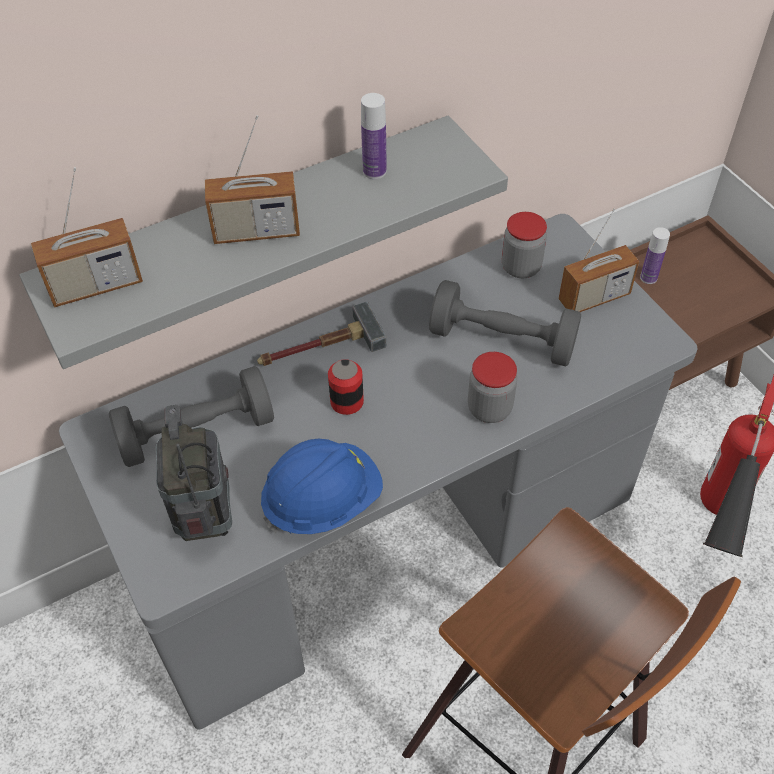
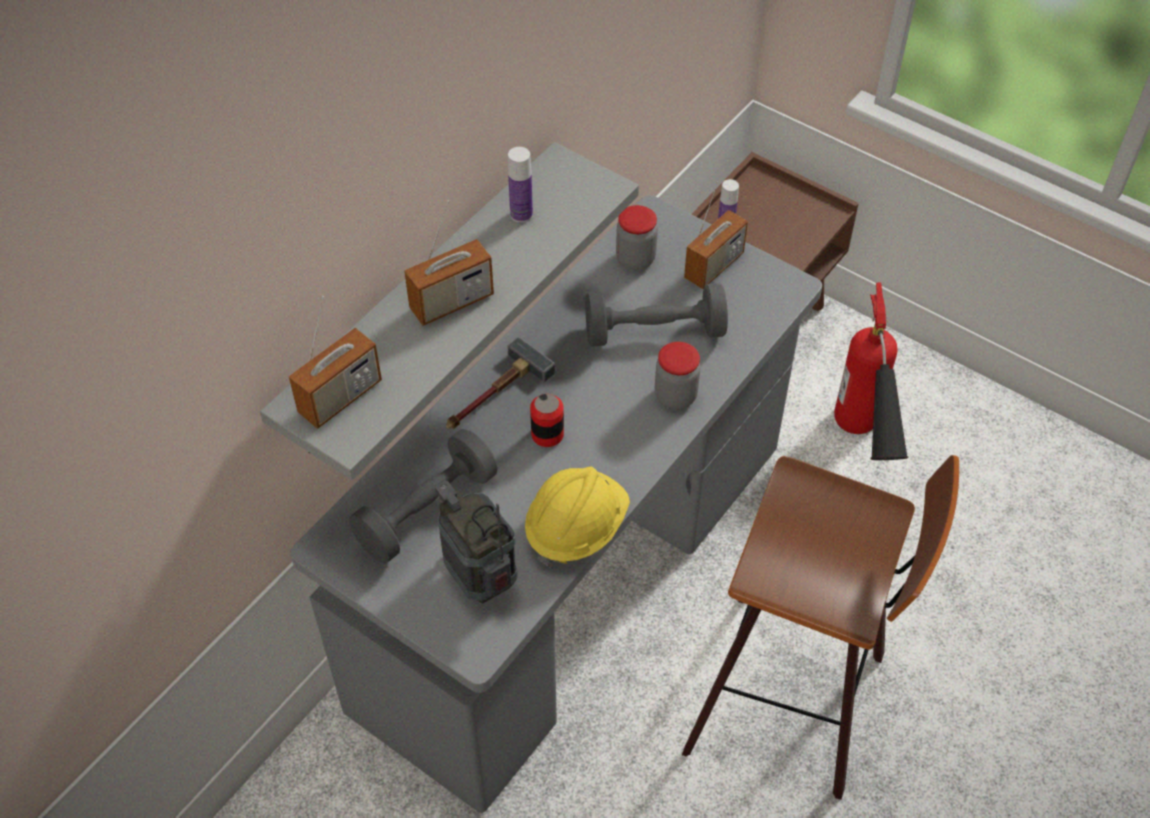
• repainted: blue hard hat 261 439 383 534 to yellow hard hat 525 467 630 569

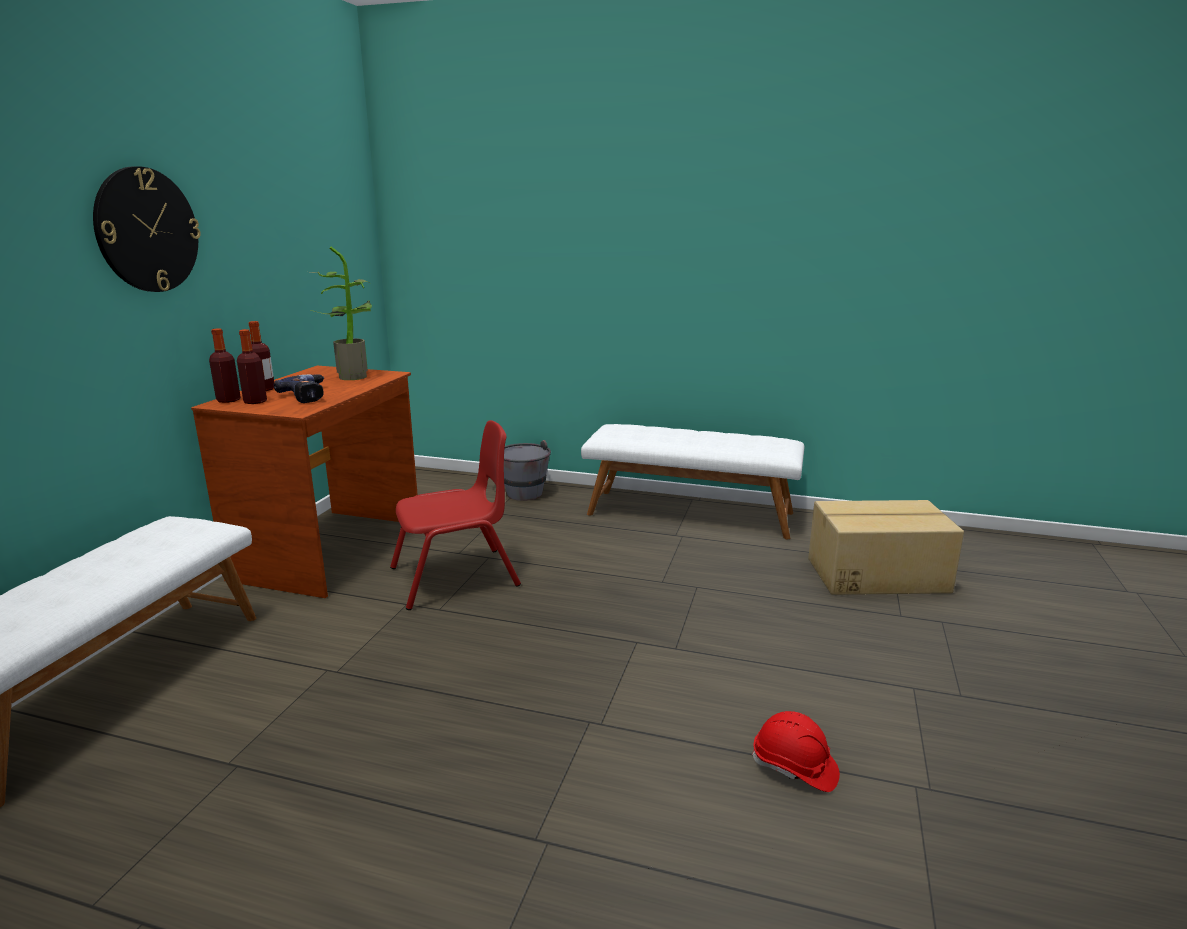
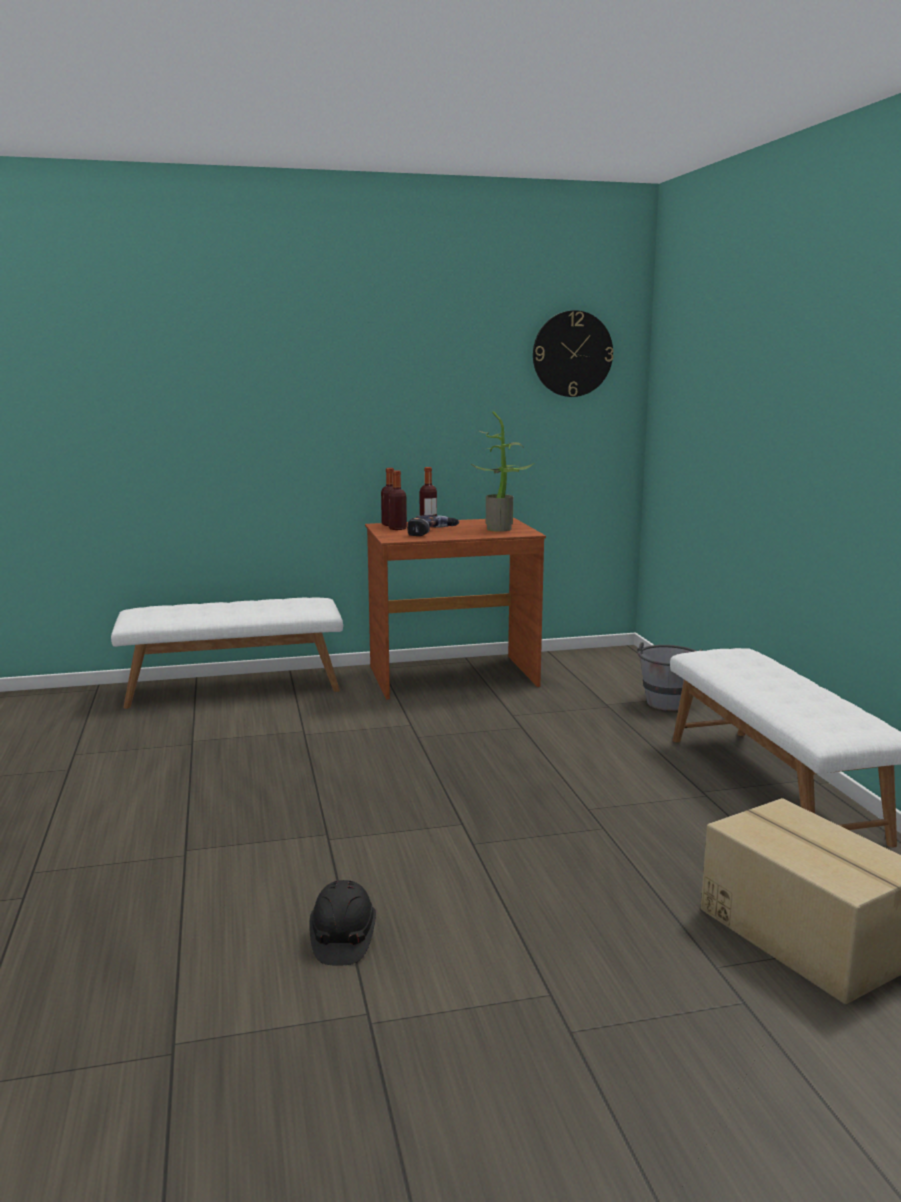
• shifted: wall clock 93 166 201 292 to 533 310 613 397
• gone: red chair 390 420 521 610
• repainted: red hard hat 751 711 840 792 to black hard hat 309 880 376 966

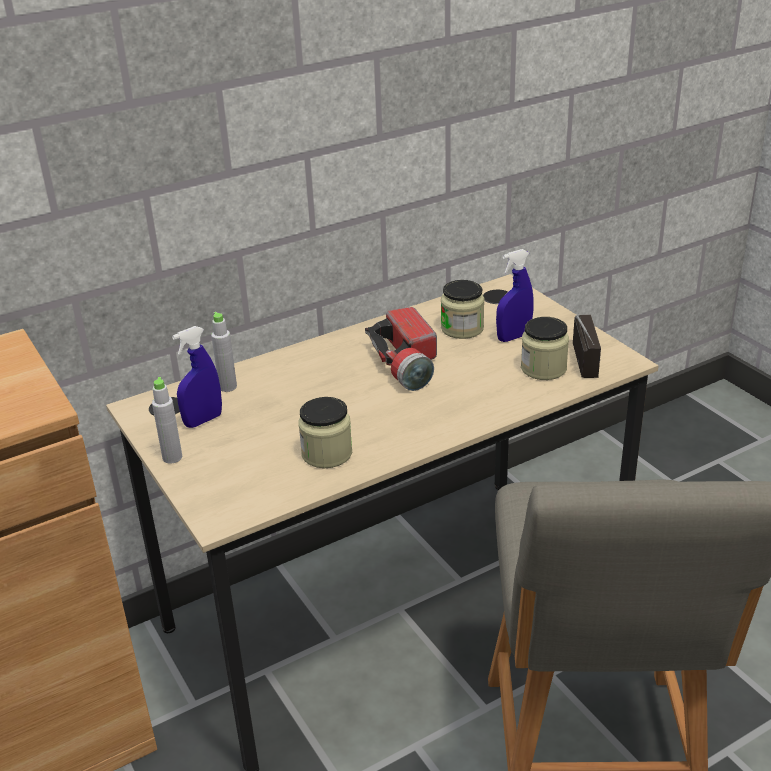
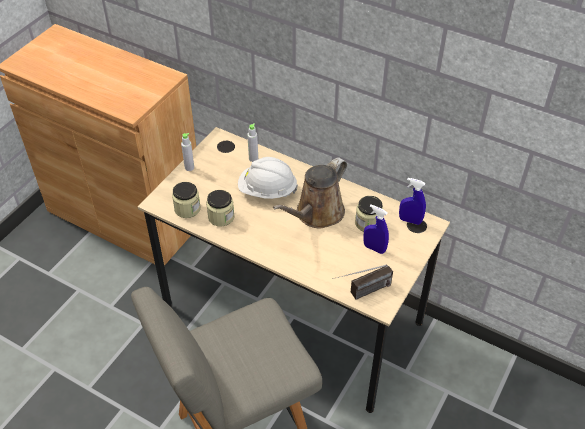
• shifted: blue spray bottle 172 326 222 428 to 399 178 426 225
• swapped: flashlight 365 307 437 391 to brown watering can 273 157 347 229
• shifted: jar 521 317 569 380 to 172 182 201 218
• new: white hard hat 238 157 298 199

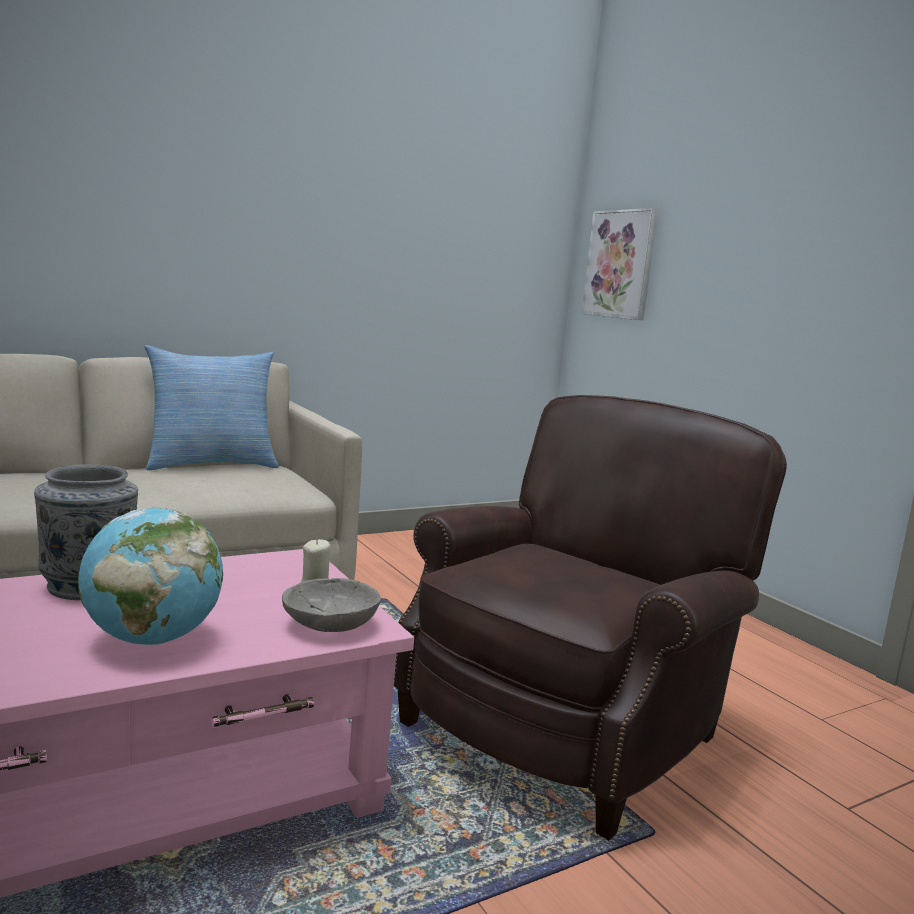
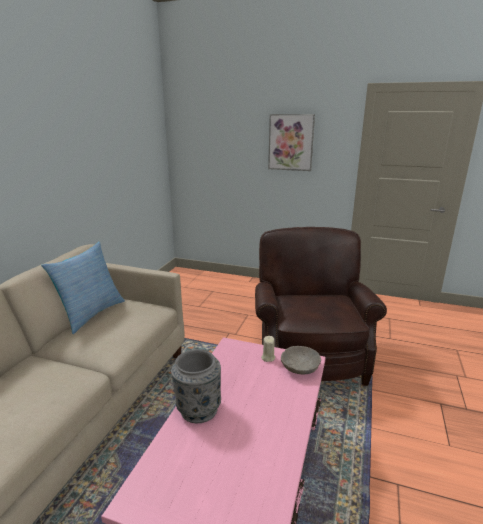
• gone: globe 78 508 223 645
• shifted: picture 582 208 658 321 to 268 114 315 171

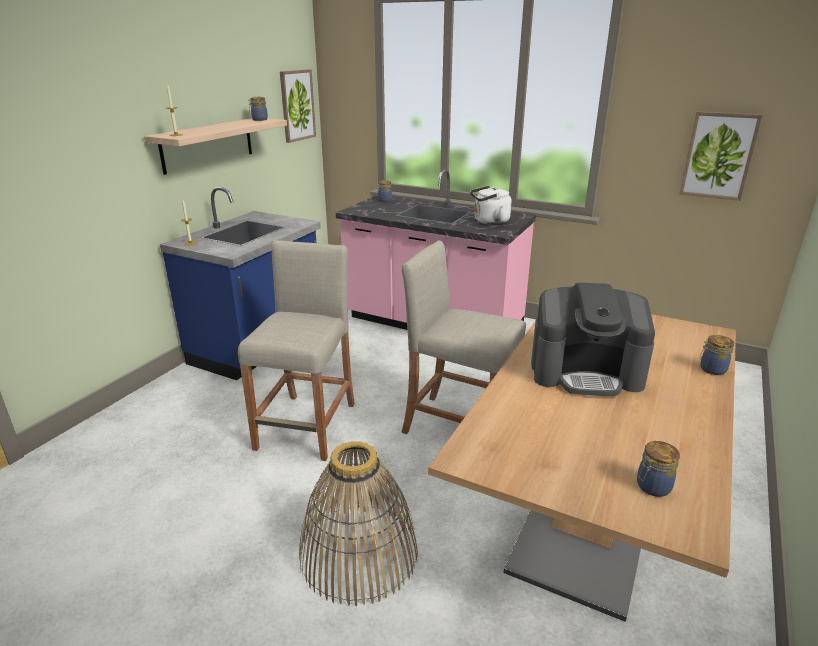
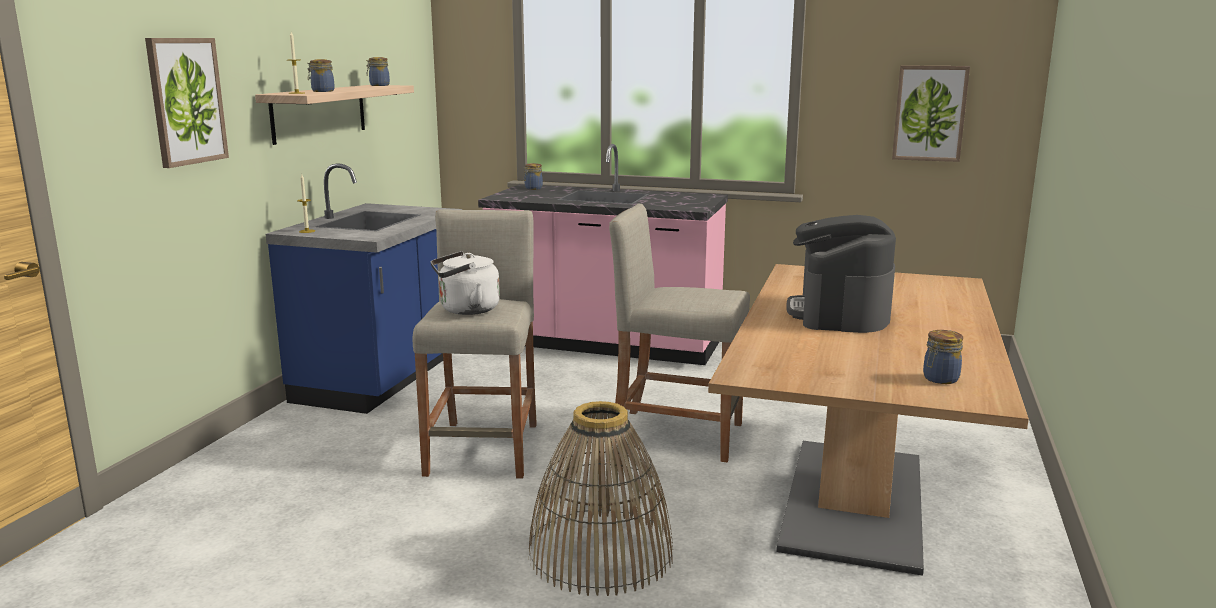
• shifted: picture 280 69 316 143 to 145 38 229 168
• shifted: white kettle 470 186 512 225 to 431 251 500 315
• rotated: coffee machine 531 283 655 396 = 786 215 896 333 105 degrees clockwise
• shifted: jar 699 335 734 375 to 307 59 335 92

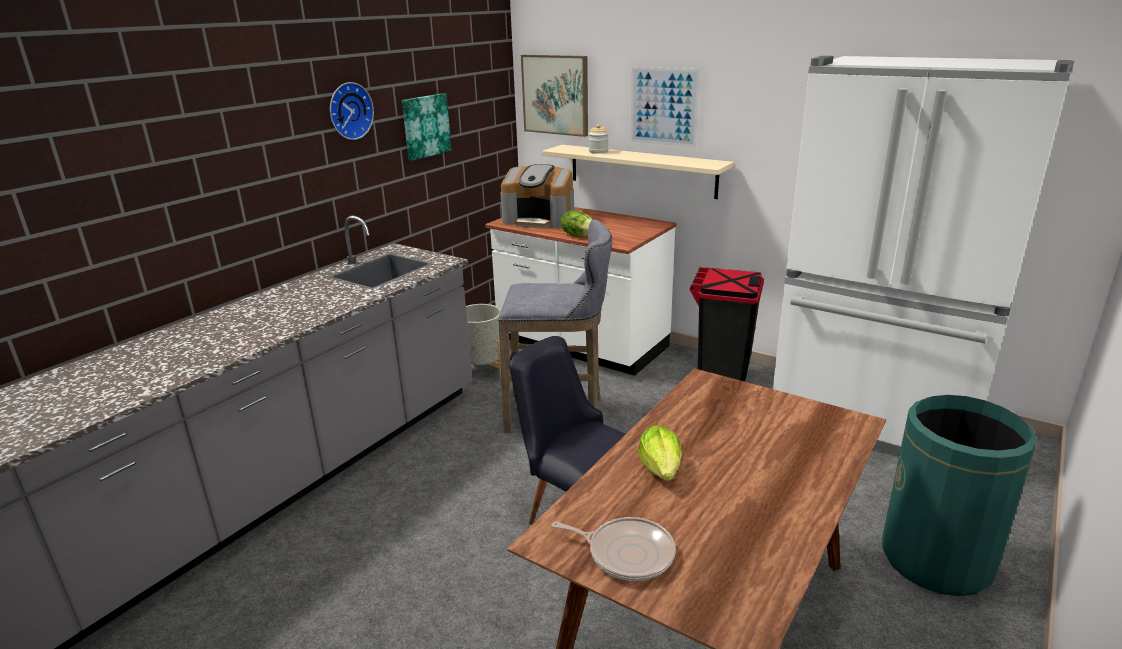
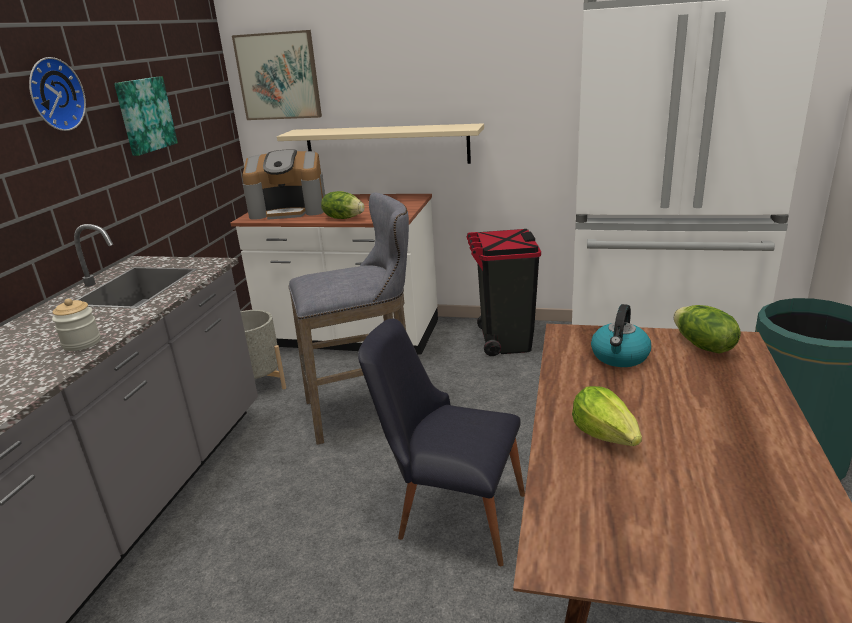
• gone: frying pan 552 517 676 581
• shifted: jar 589 124 609 154 to 52 299 101 351
• gone: picture 631 67 700 147
• new: kettle 591 304 651 367
• new: lettuce 673 305 741 354

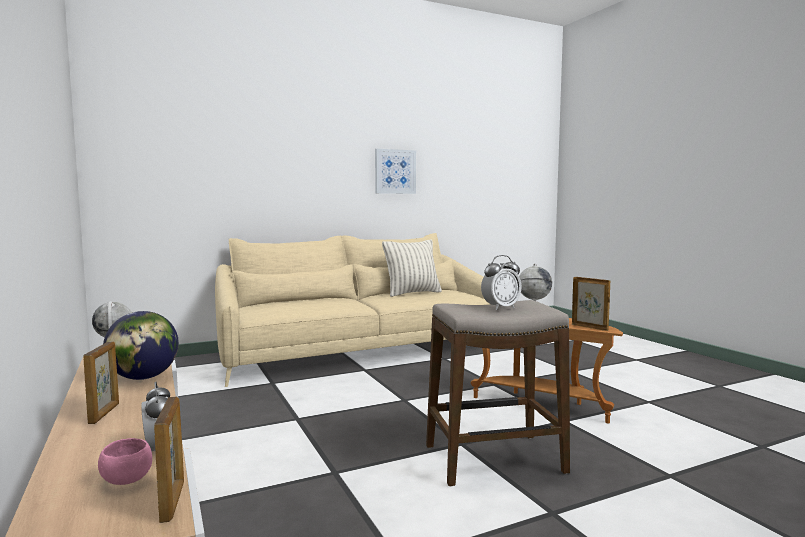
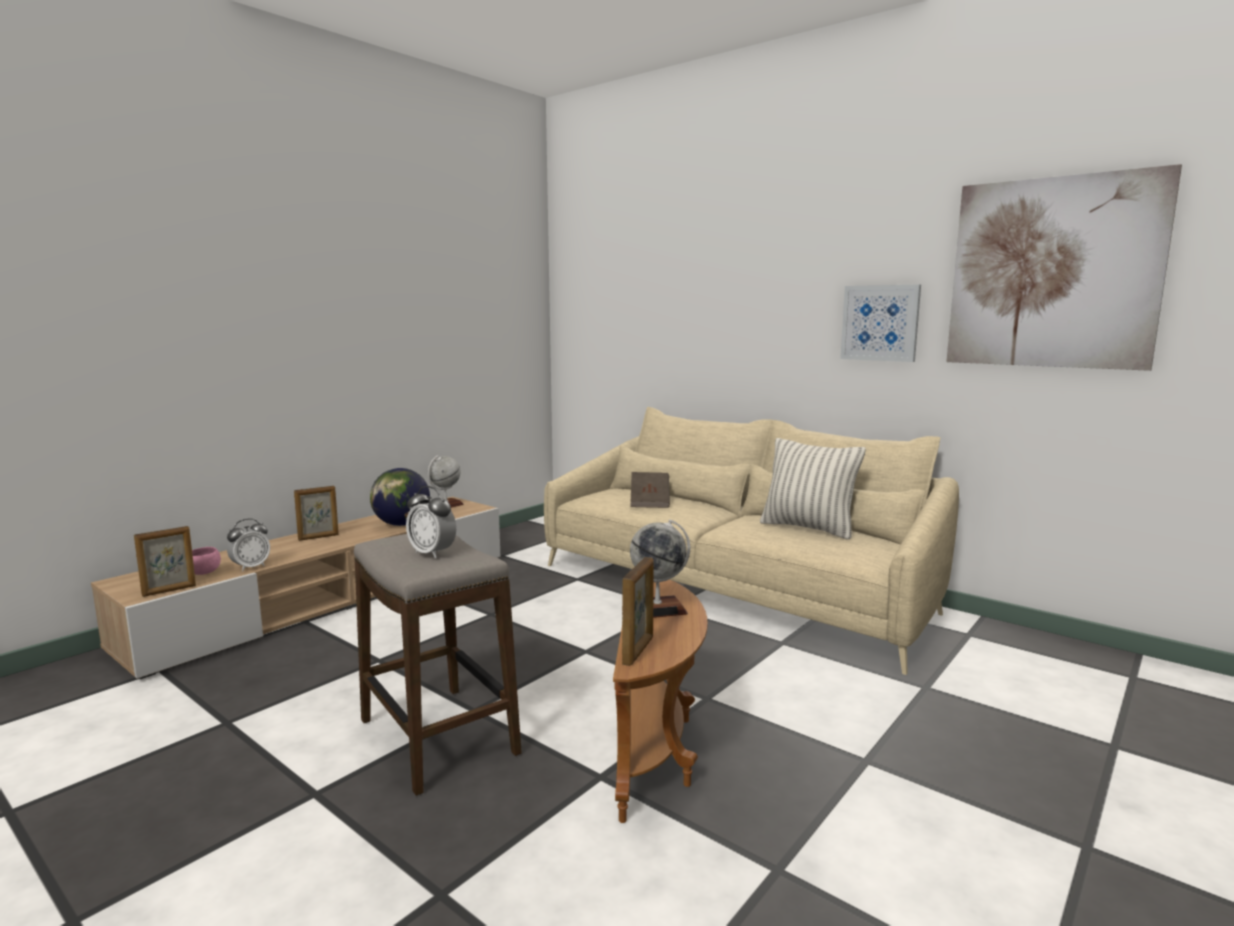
• new: brown book 631 472 670 508
• new: picture 946 164 1182 371

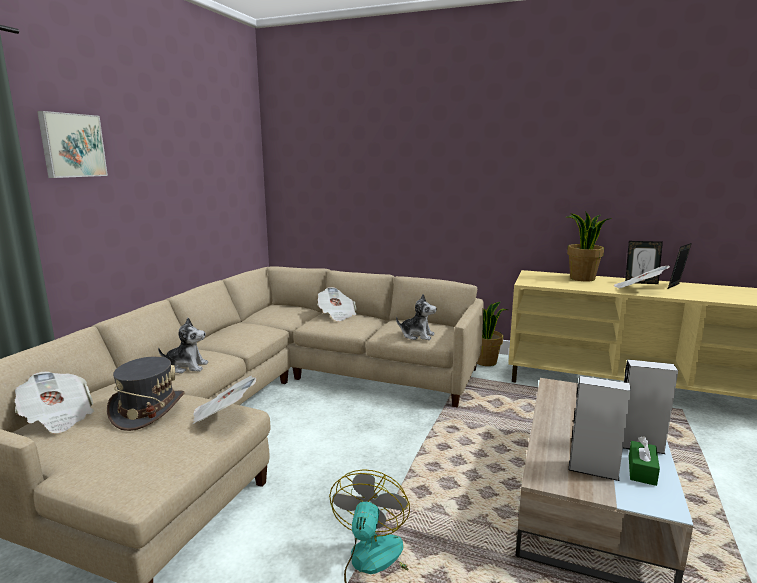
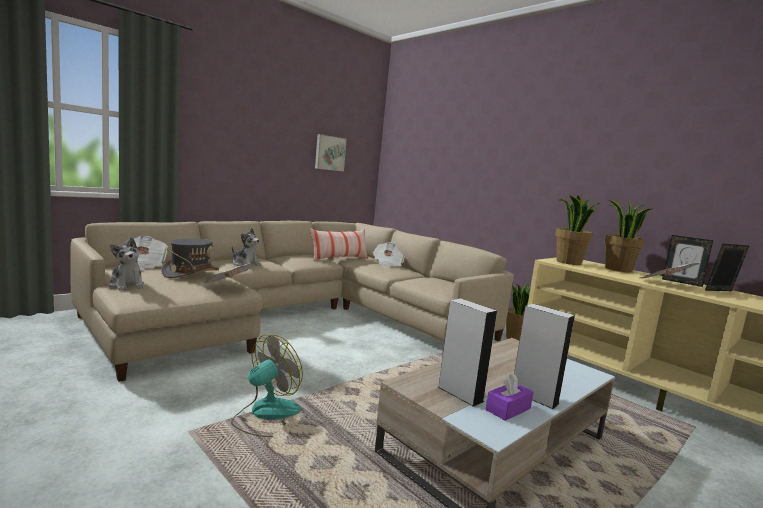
• shifted: picture 37 111 108 178 to 315 134 347 171
• shifted: plush toy 396 294 437 340 to 109 237 145 290
• repainted: green tissue box 629 436 660 486 to purple tissue box 486 373 533 421
• new: pillow 310 228 368 261
• new: potted plant 555 195 600 265

